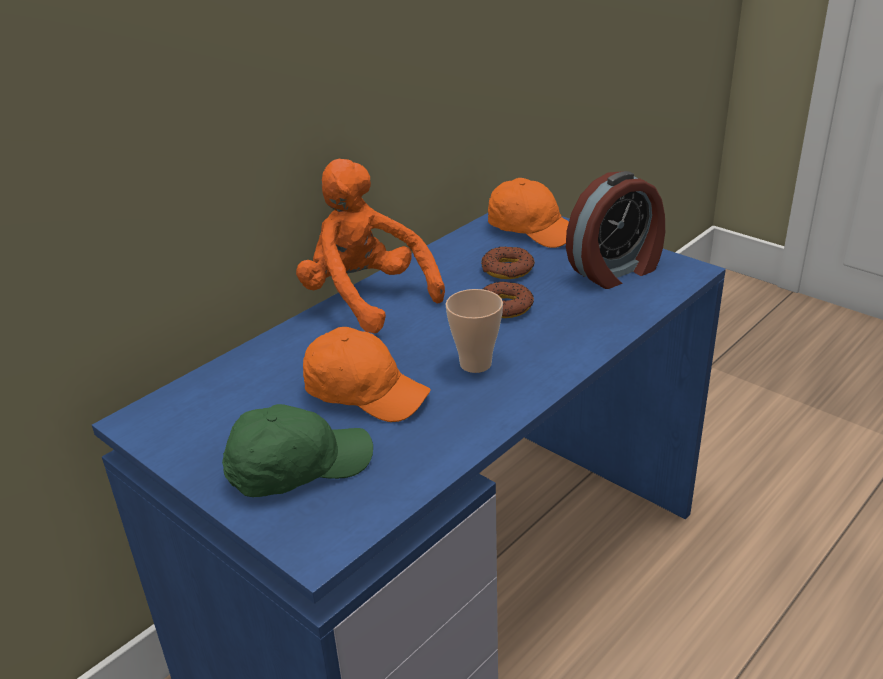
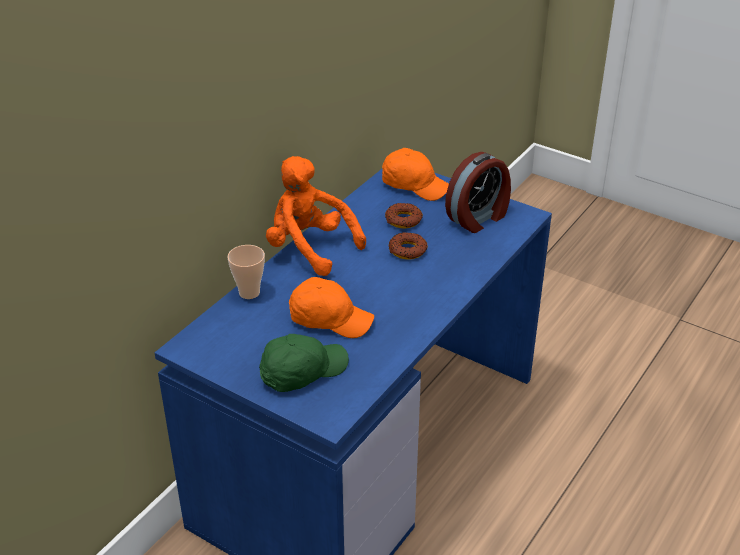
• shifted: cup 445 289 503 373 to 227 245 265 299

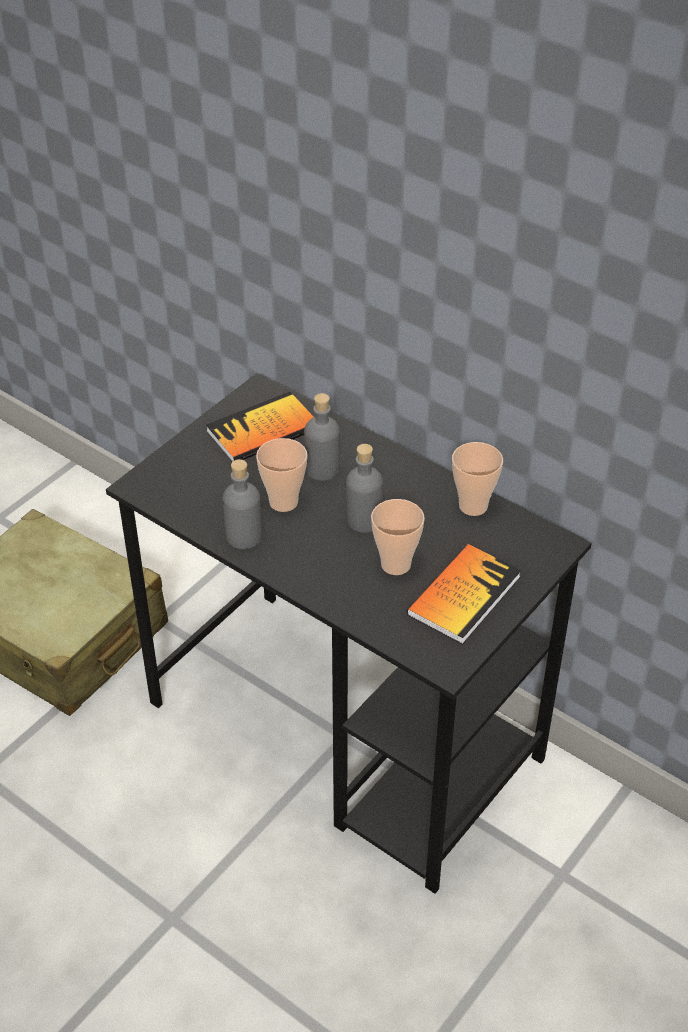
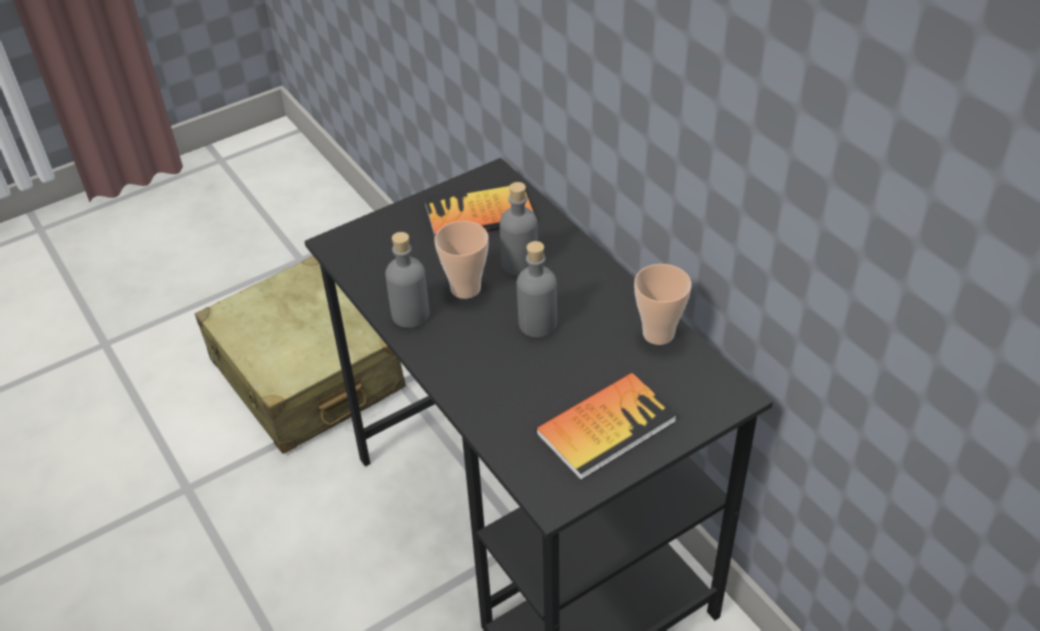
• gone: cup 371 499 425 575

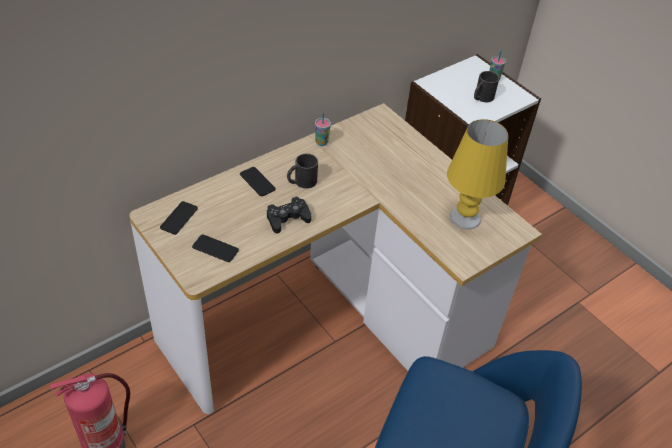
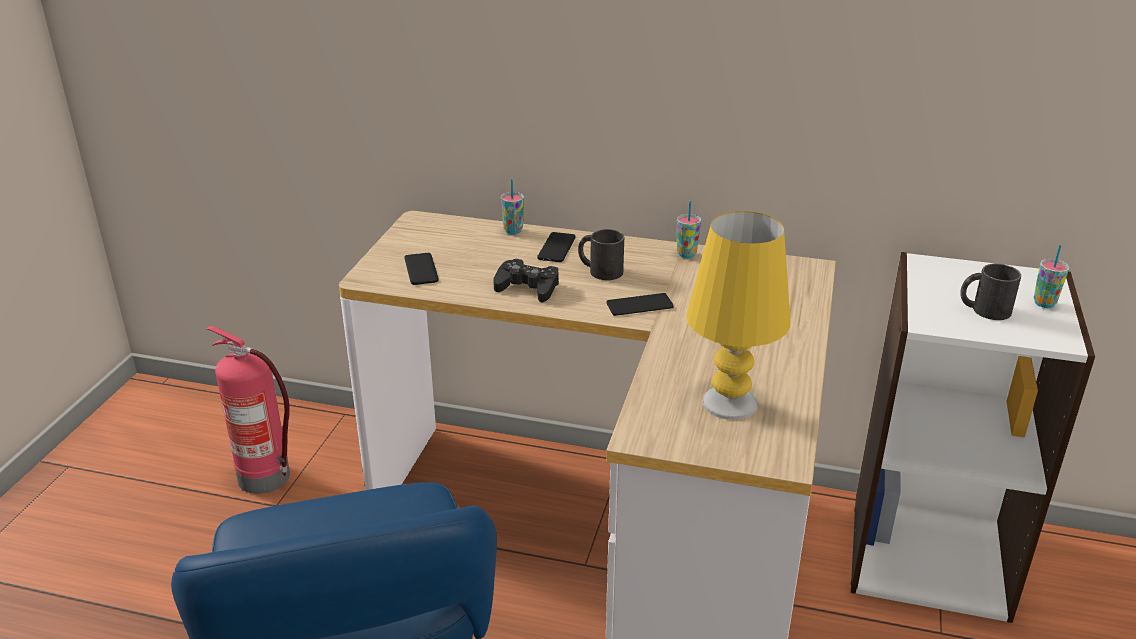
• shifted: phone 160 201 198 235 to 606 293 674 316
• new: cup 501 179 524 234

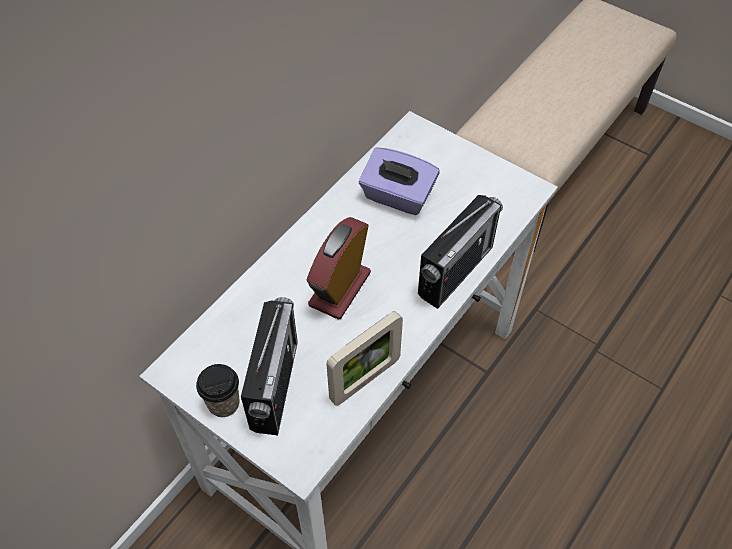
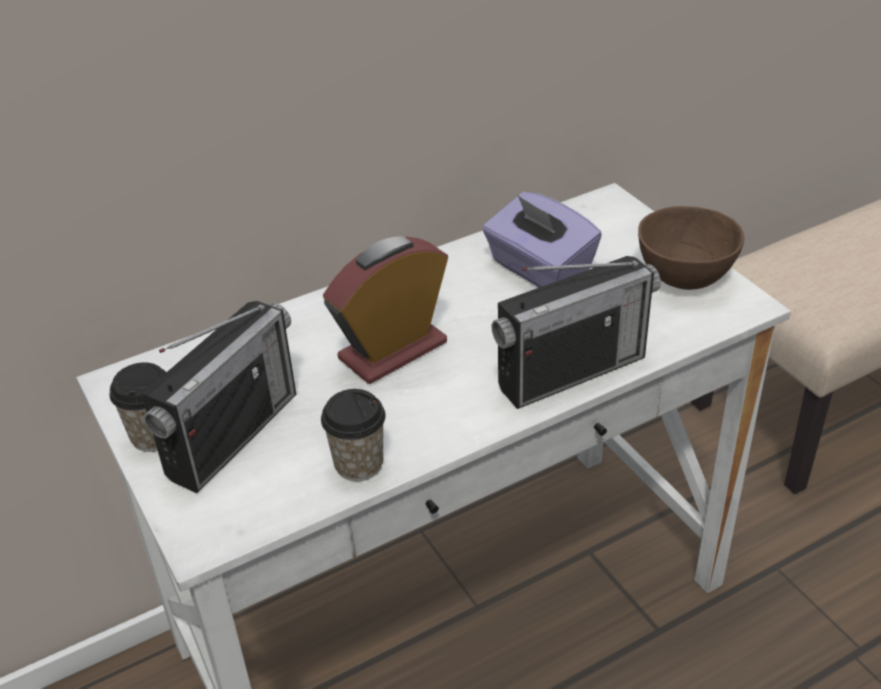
• swapped: picture frame 327 311 403 406 to cup 321 389 386 481
• new: brown bowl 638 206 744 290

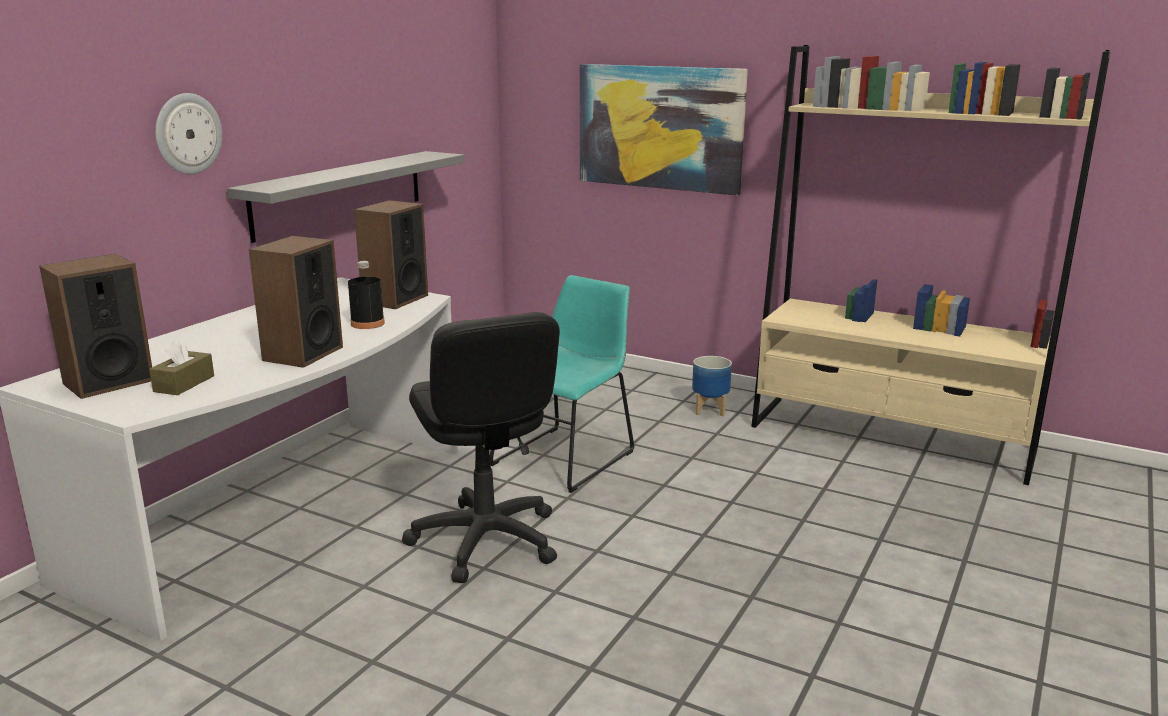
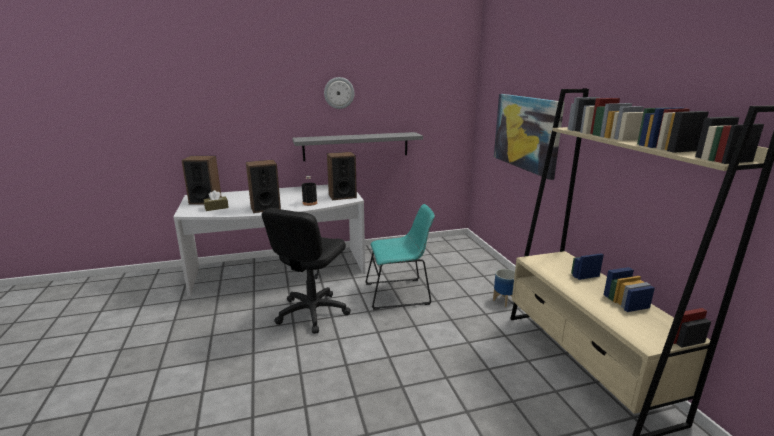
• shifted: wall clock 155 93 223 174 to 324 77 355 109

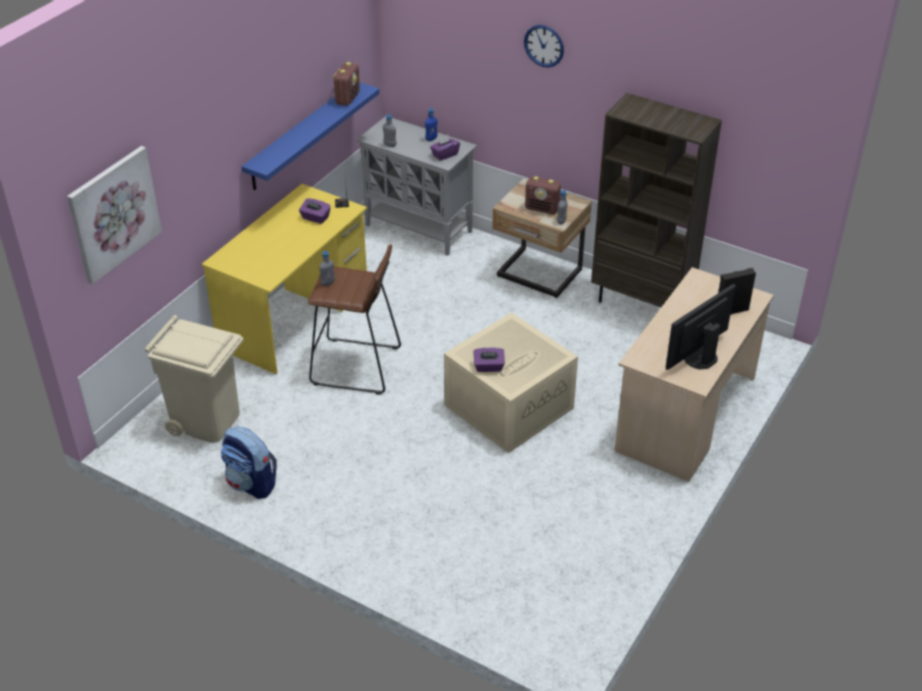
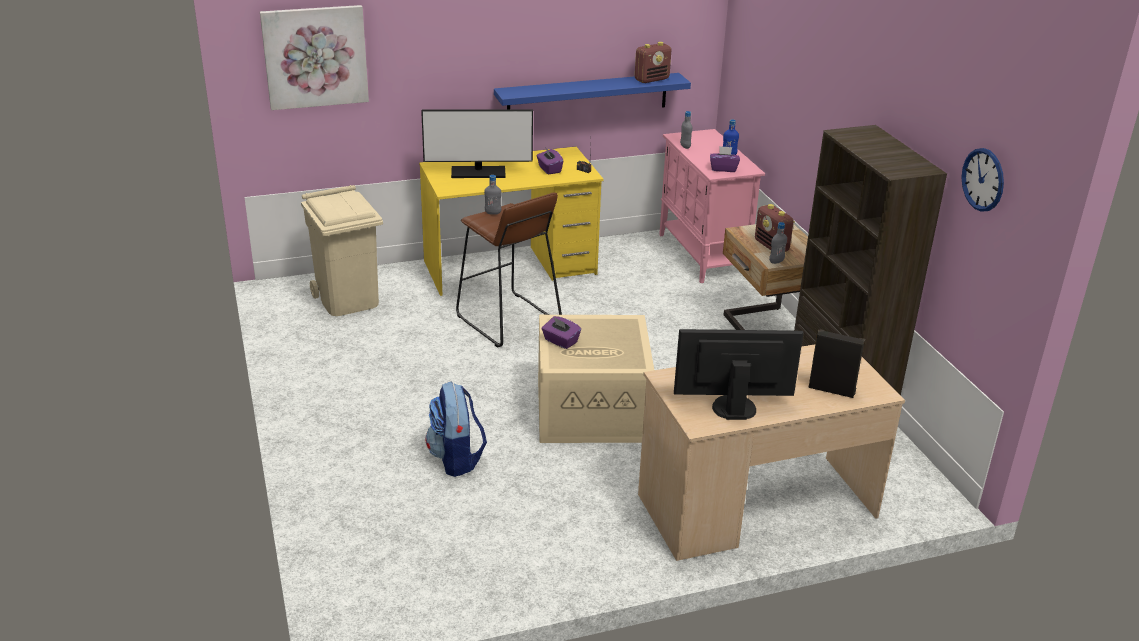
• shifted: backpack 221 426 277 499 to 426 382 487 477
• repainted: grey cabinet 356 116 477 256 to pink cabinet 659 129 765 283
• shifted: wall clock 524 25 564 68 to 961 148 1004 212
• new: monitor 421 109 533 178

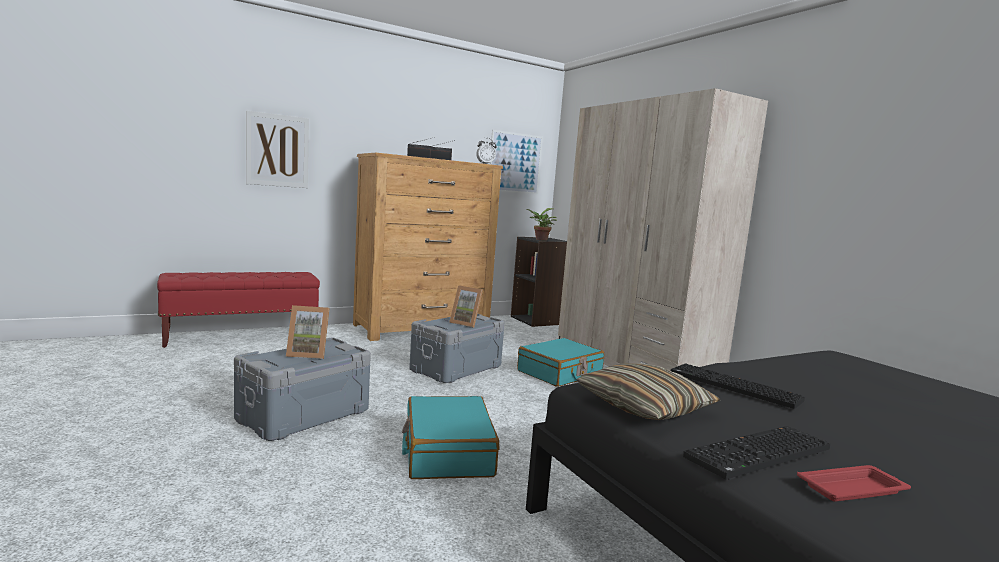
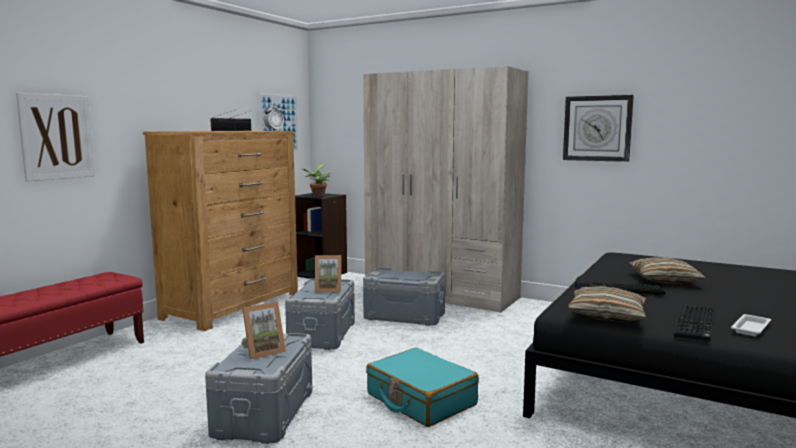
• swapped: turquoise suitcase 517 338 604 387 to grey storage box 363 267 445 326
• repainted: red tray 797 465 911 502 to white tray 731 314 771 336
• new: wall clock 563 95 634 162
• new: pillow 629 257 706 284

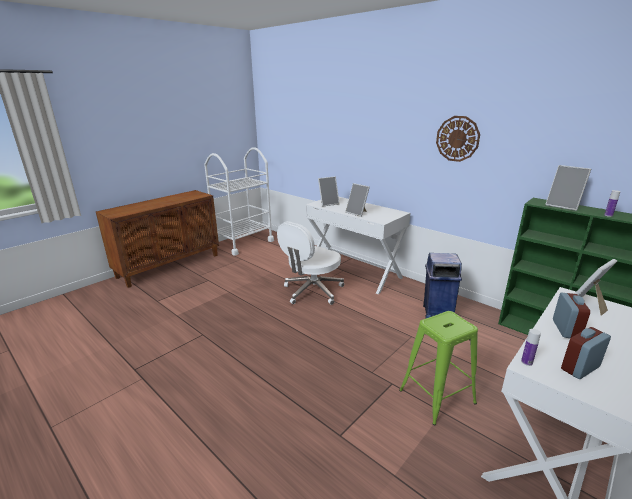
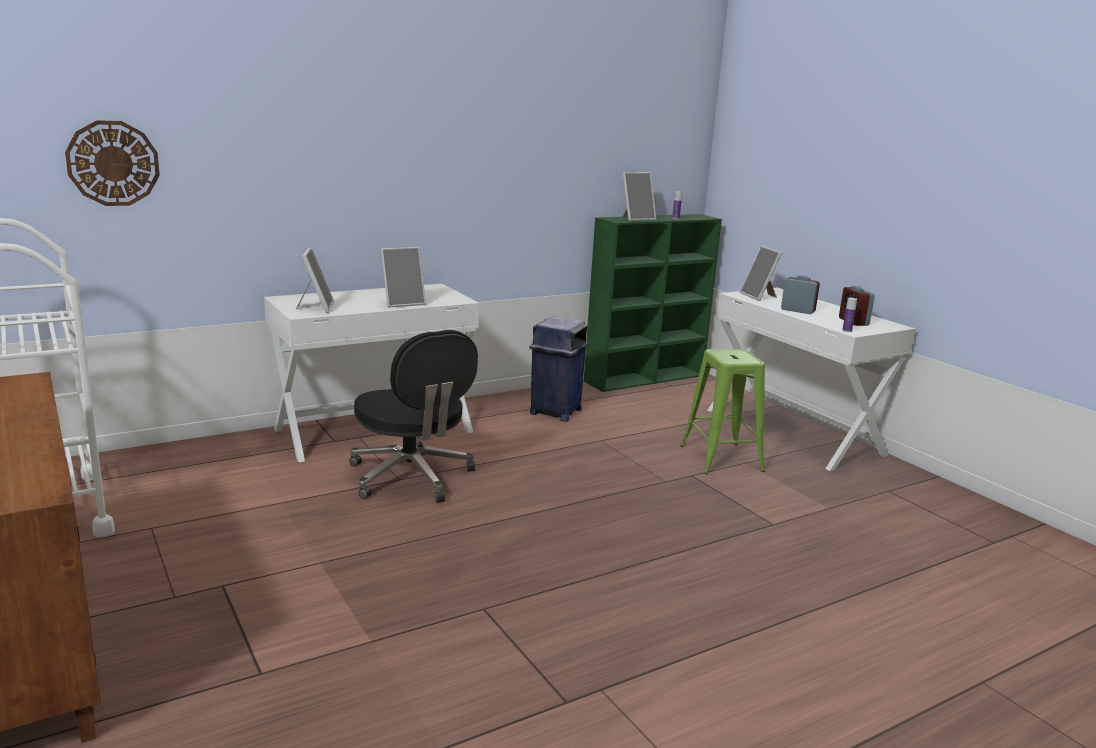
• repainted: white office chair 277 221 344 305 to black office chair 350 330 478 503
• shifted: wall clock 436 116 480 162 to 65 120 160 206

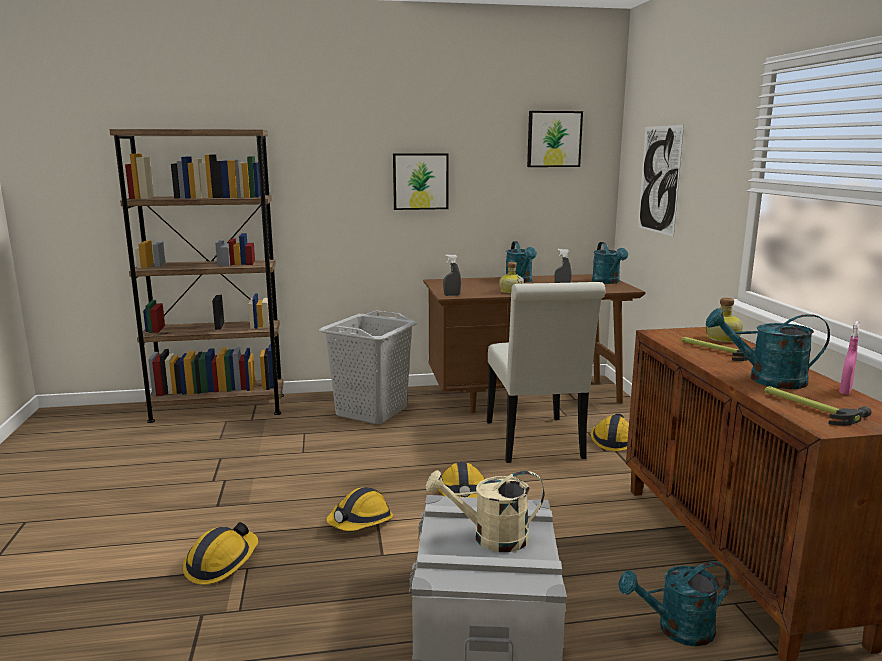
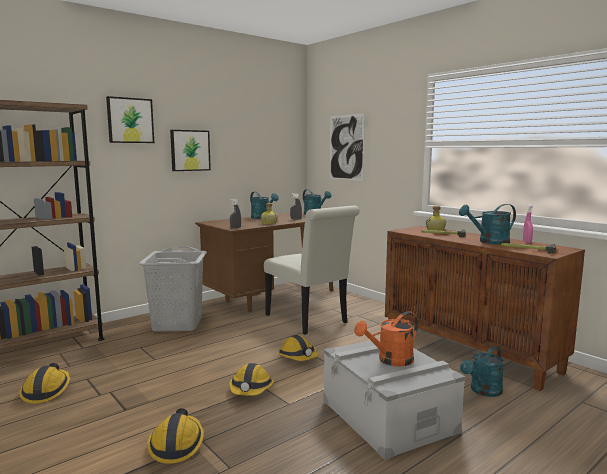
• repainted: beige watering can 426 470 544 552 to orange watering can 354 311 418 367
• shifted: picture 527 111 583 167 to 106 96 154 143
• shifted: hard hat 591 414 629 451 to 19 363 70 404

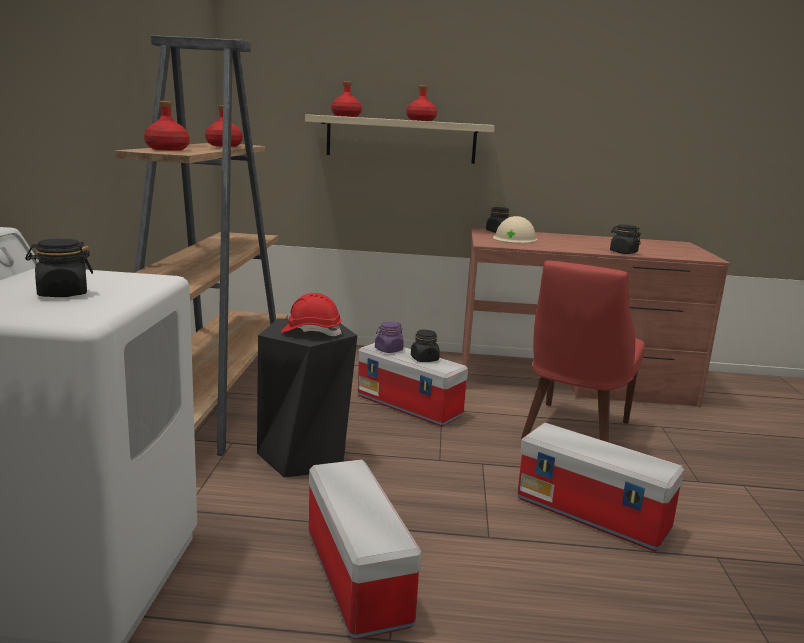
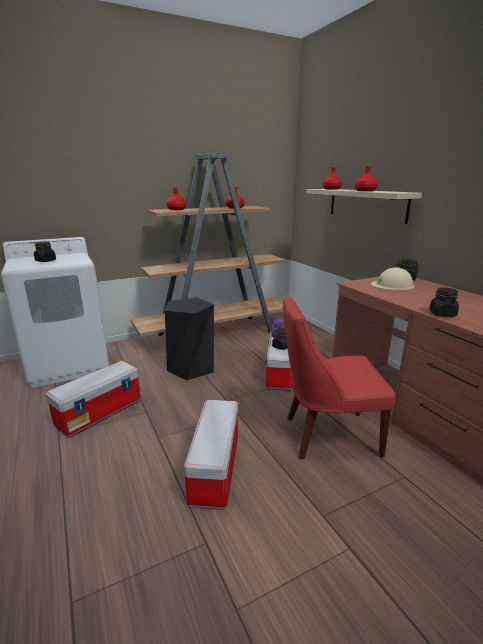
• gone: red hard hat 281 293 342 336

